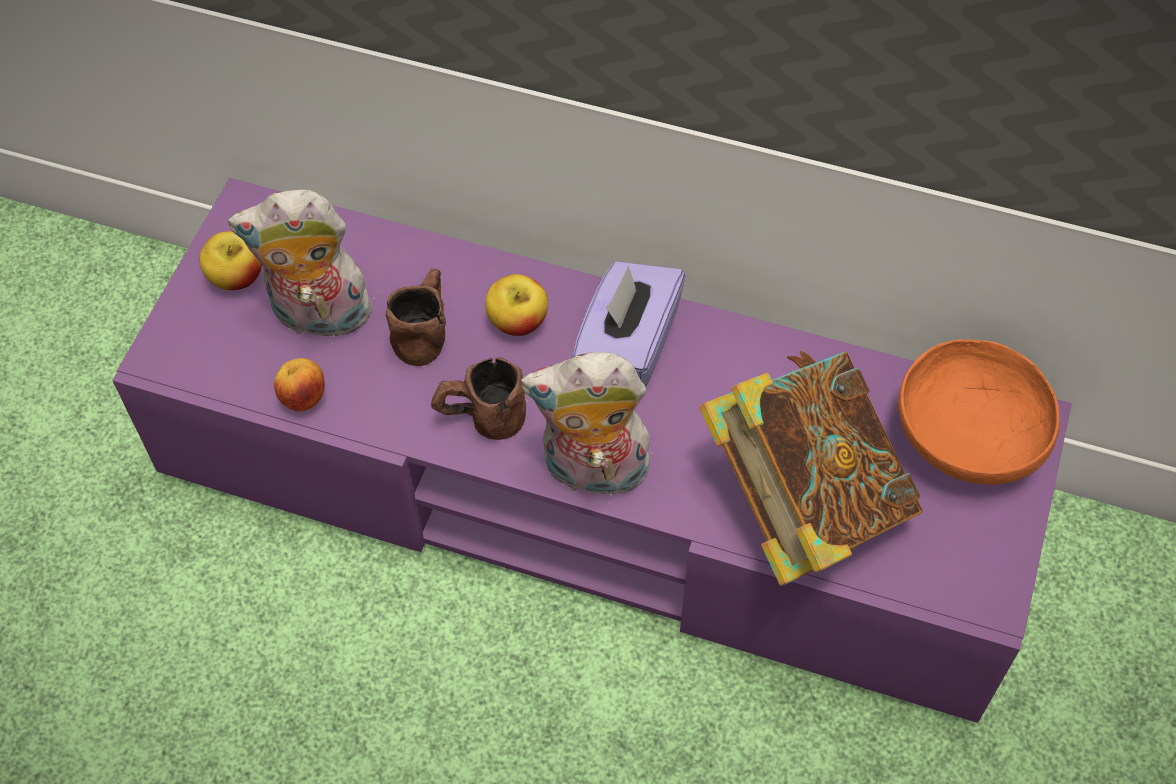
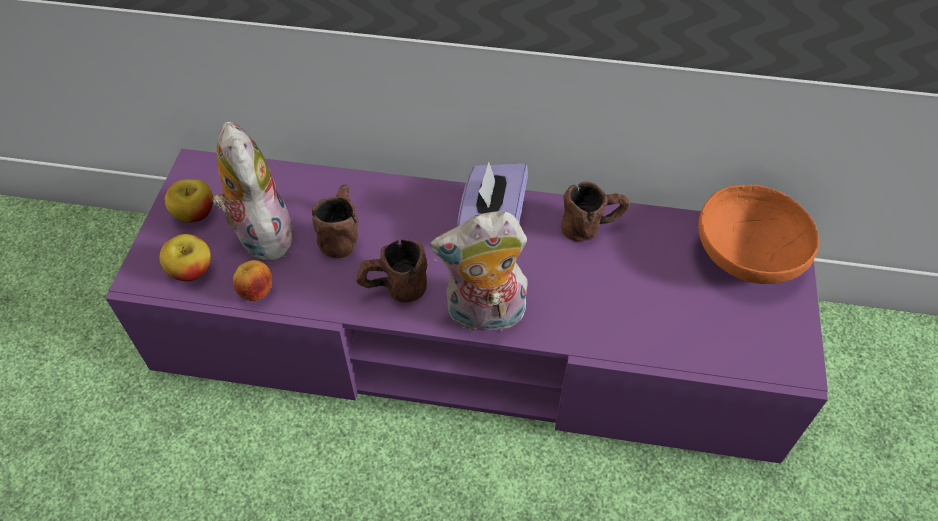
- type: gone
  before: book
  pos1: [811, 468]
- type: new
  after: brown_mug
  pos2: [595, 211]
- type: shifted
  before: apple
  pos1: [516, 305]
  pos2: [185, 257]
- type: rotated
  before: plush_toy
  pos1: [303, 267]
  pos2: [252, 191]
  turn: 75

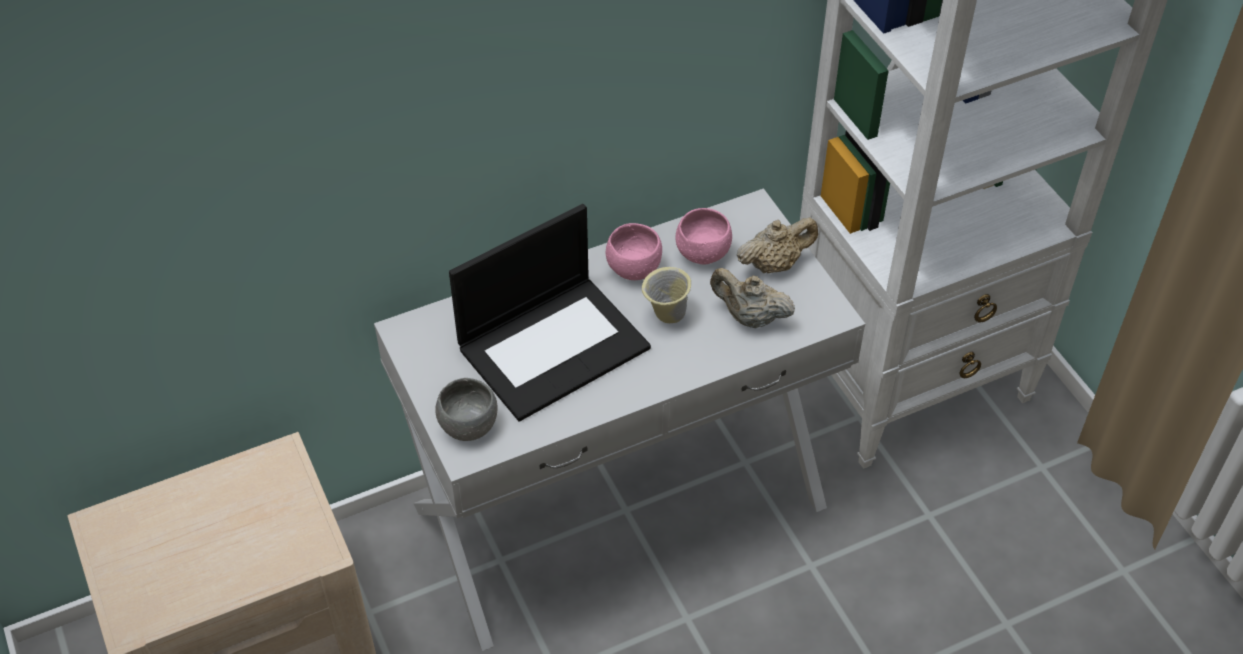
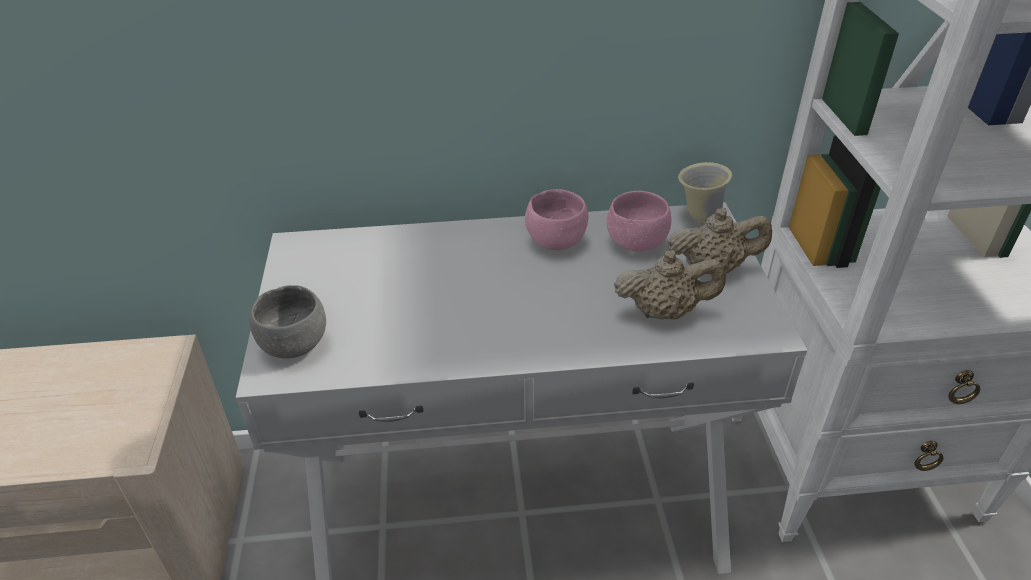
- type: gone
  before: laptop
  pos1: [550, 313]
- type: shifted
  before: beige_mug
  pos1: [666, 295]
  pos2: [705, 192]
- type: rotated
  before: beige_teapot
  pos1: [752, 298]
  pos2: [670, 285]
  turn: 135

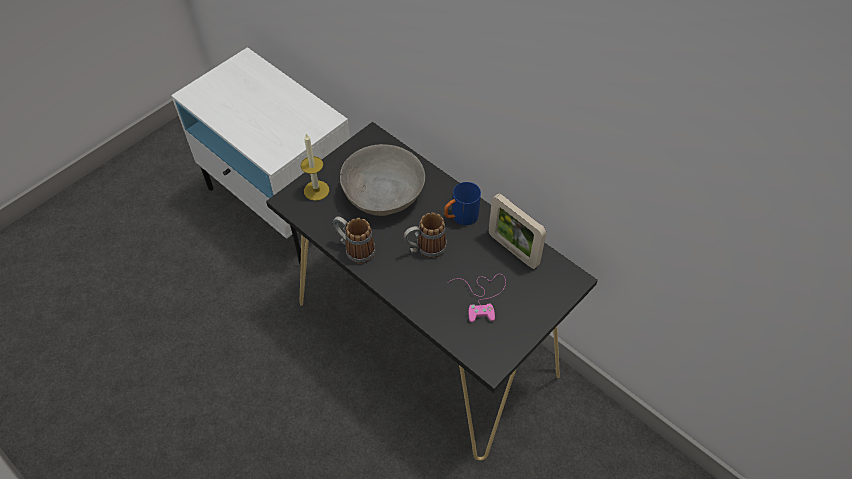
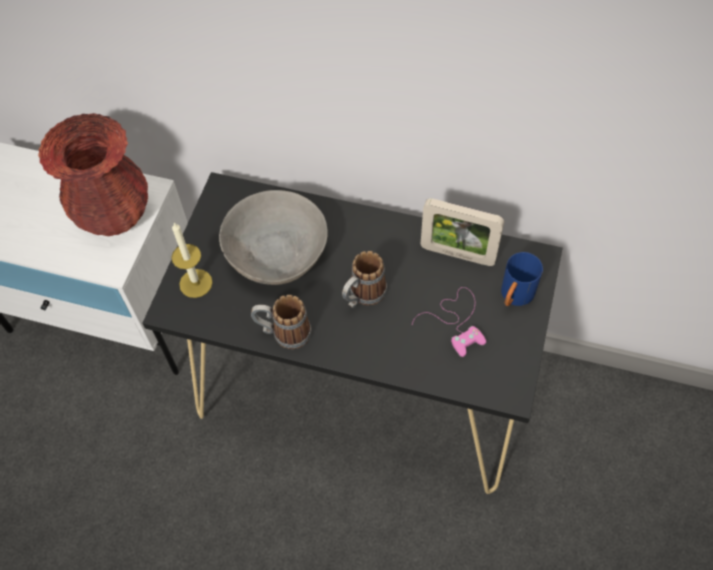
- type: new
  after: red_vase
  pos2: [93, 174]
- type: shifted
  before: blue_mug
  pos1: [462, 203]
  pos2: [522, 279]

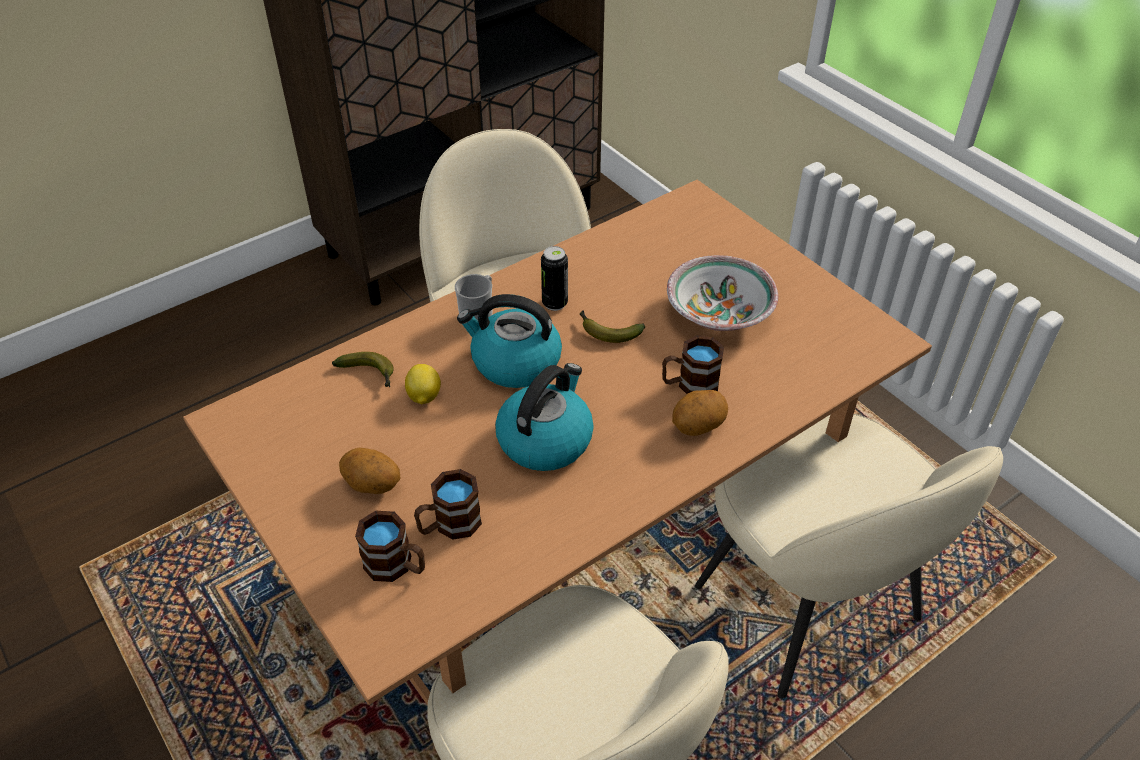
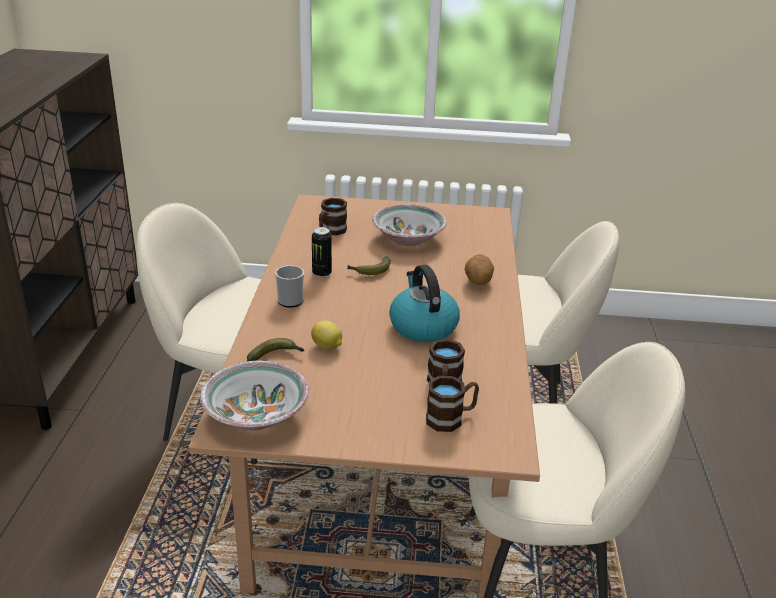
- type: gone
  before: potato
  pos1: [370, 471]
- type: gone
  before: kettle
  pos1: [509, 341]
- type: new
  after: bowl
  pos2: [254, 395]
- type: shifted
  before: brown_mug
  pos1: [693, 364]
  pos2: [333, 216]

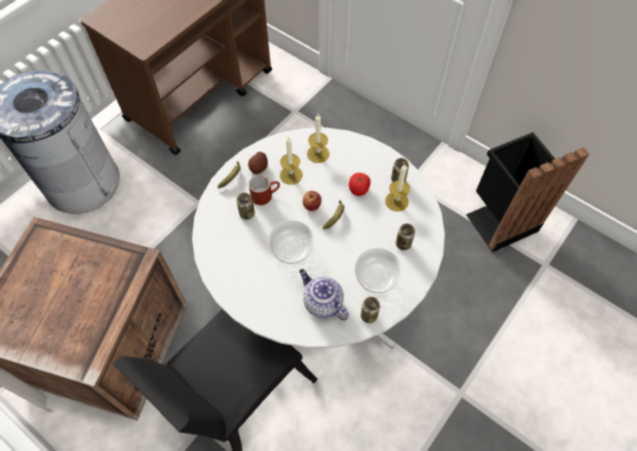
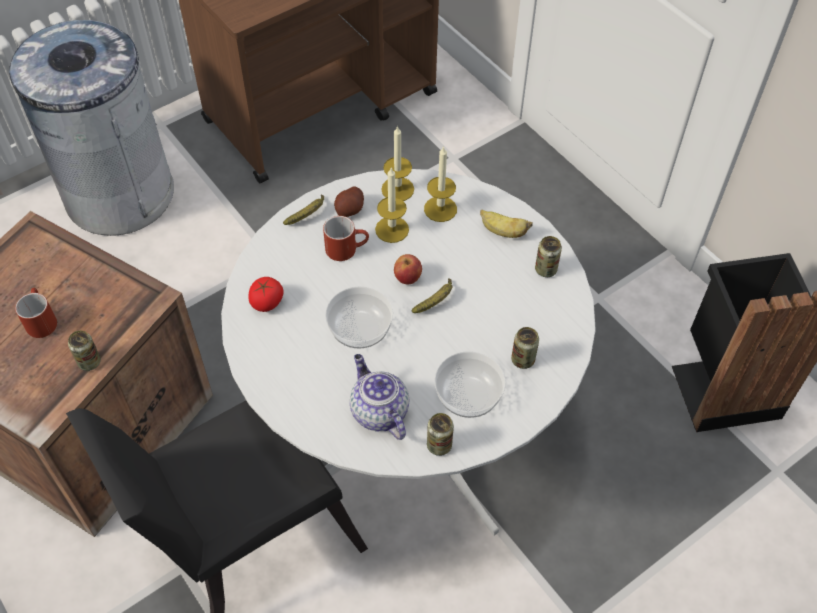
- type: new
  after: red_mug
  pos2: [36, 313]
- type: new
  after: banana
  pos2: [506, 224]
- type: shifted
  before: can
  pos1: [246, 206]
  pos2: [84, 350]
- type: shifted
  before: tomato
  pos1: [360, 184]
  pos2: [266, 294]
- type: shifted
  before: candle
  pos1: [397, 188]
  pos2: [397, 163]

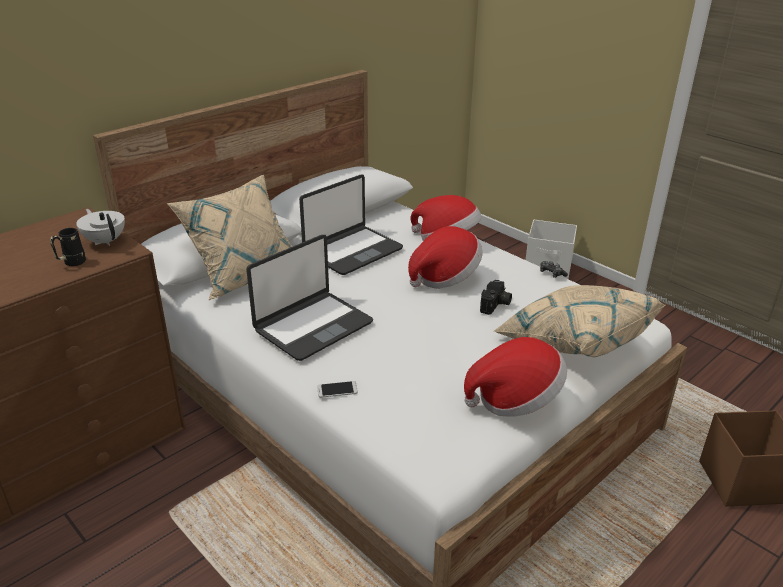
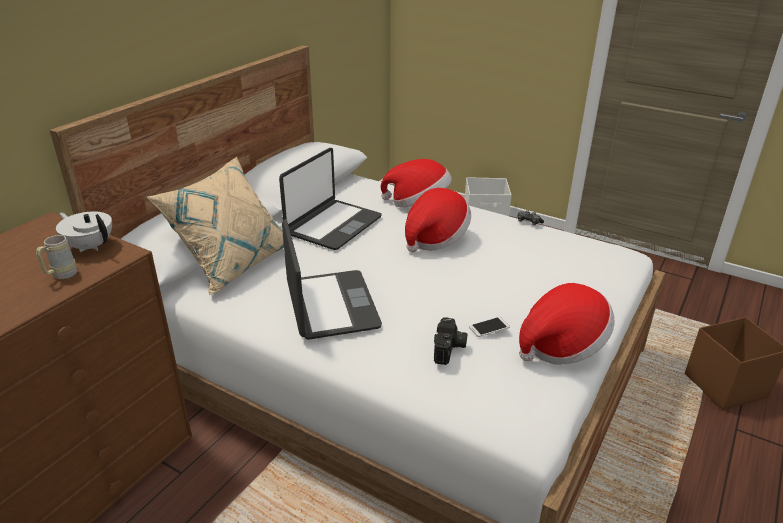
- type: gone
  before: beige_pillow
  pos1: [579, 321]
- type: shifted
  before: phone
  pos1: [337, 389]
  pos2: [489, 327]
- type: shifted
  before: photo_camera
  pos1: [496, 297]
  pos2: [450, 341]
- type: repainted
  before: black_mug
  after: beige_mug
  pos1: [68, 247]
  pos2: [56, 257]
- type: rotated
  before: laptop
  pos1: [309, 298]
  pos2: [332, 279]
  turn: -45

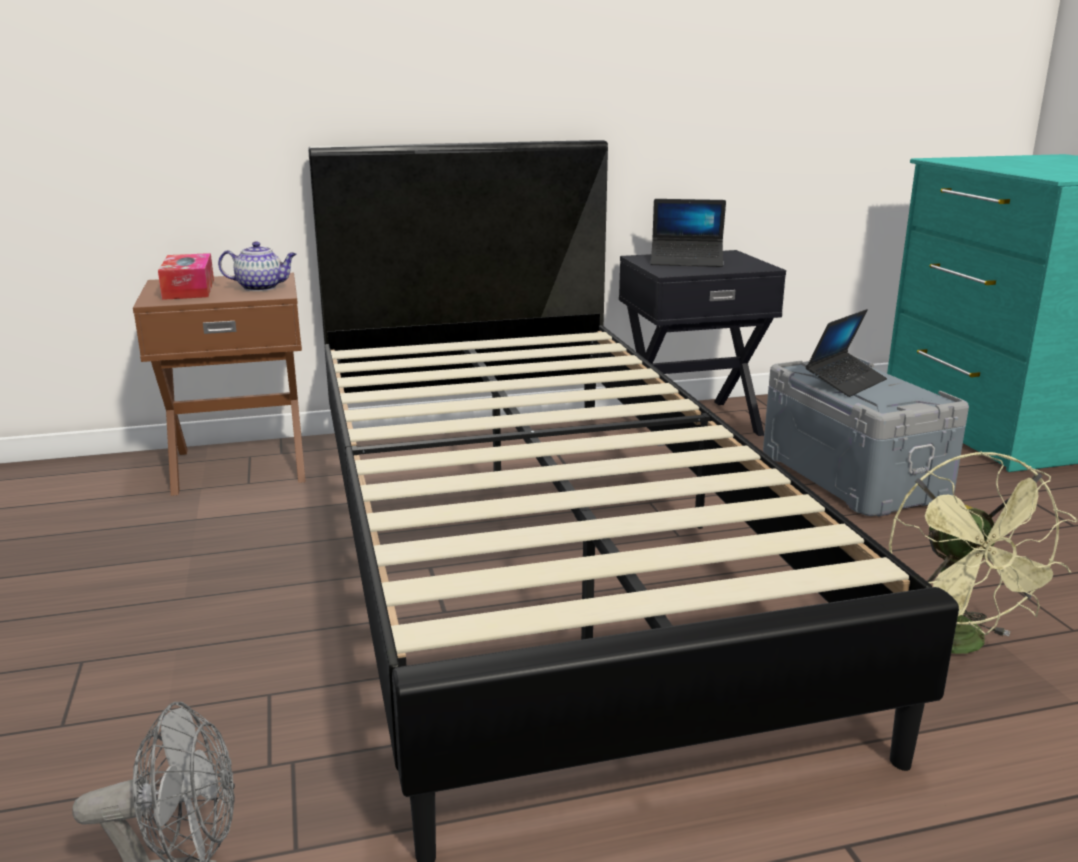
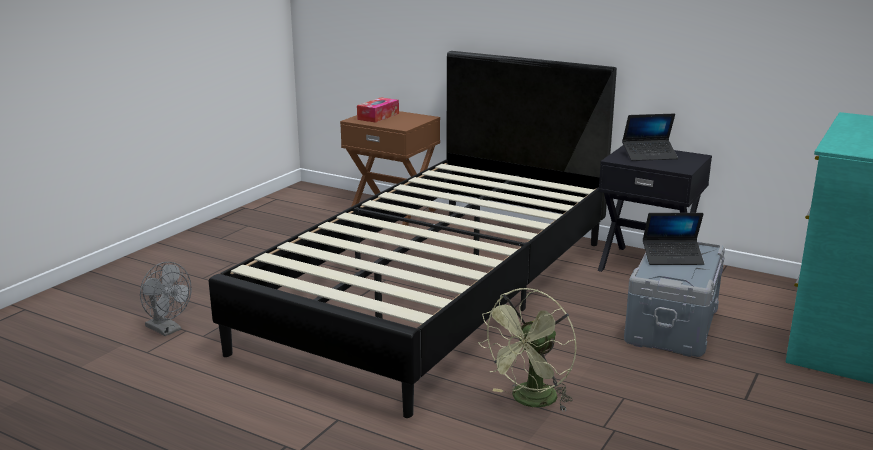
- type: gone
  before: teapot
  pos1: [257, 266]
- type: rotated
  before: laptop
  pos1: [688, 233]
  pos2: [650, 137]
  turn: -60

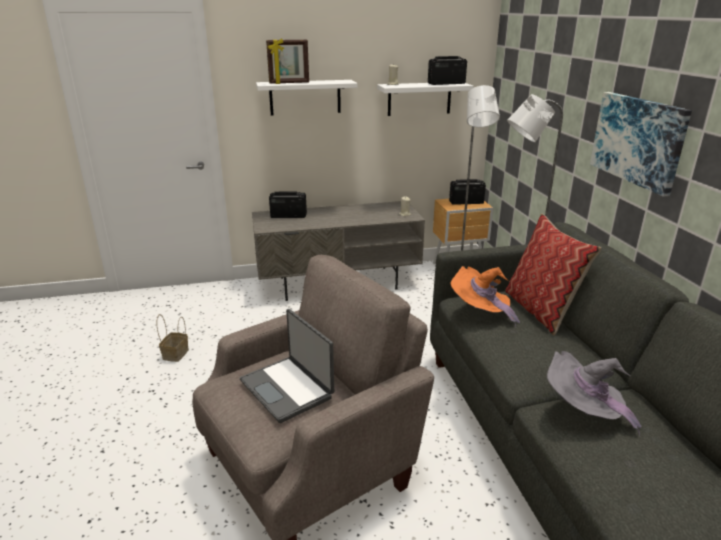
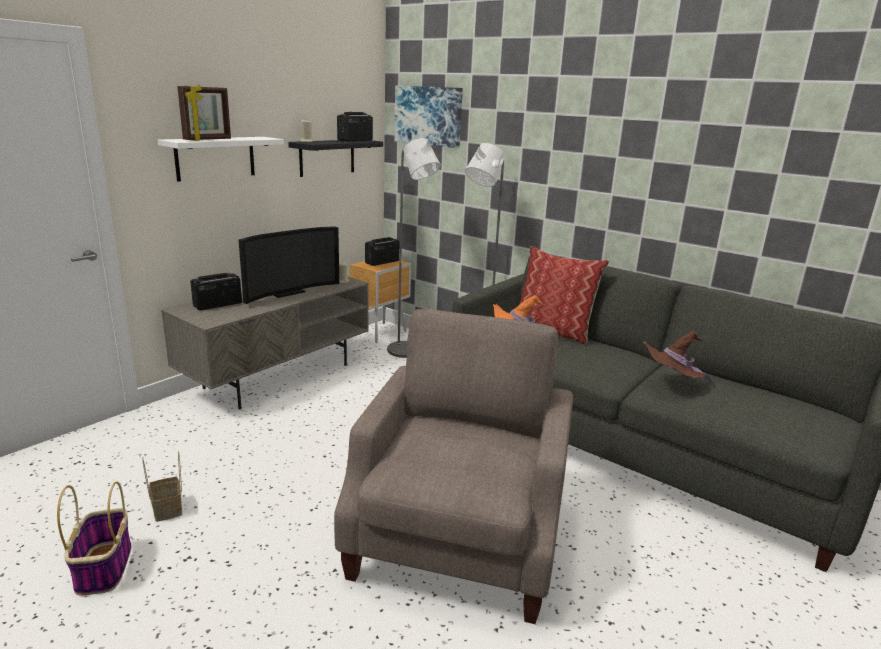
- type: gone
  before: laptop
  pos1: [287, 366]
- type: new
  after: basket
  pos2: [94, 538]
- type: new
  after: television
  pos2: [289, 265]
- type: shifted
  before: picture
  pos1: [641, 144]
  pos2: [428, 116]
- type: repainted
  before: white_shelf
  after: black_shelf
  pos1: [425, 99]
  pos2: [335, 158]
- type: repainted
  before: grey_hat
  after: brown_hat
  pos1: [594, 393]
  pos2: [679, 358]

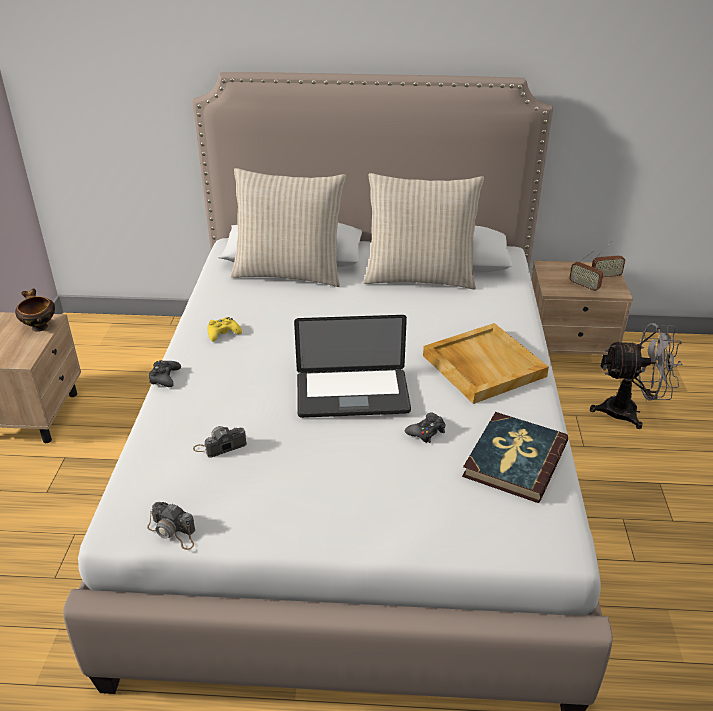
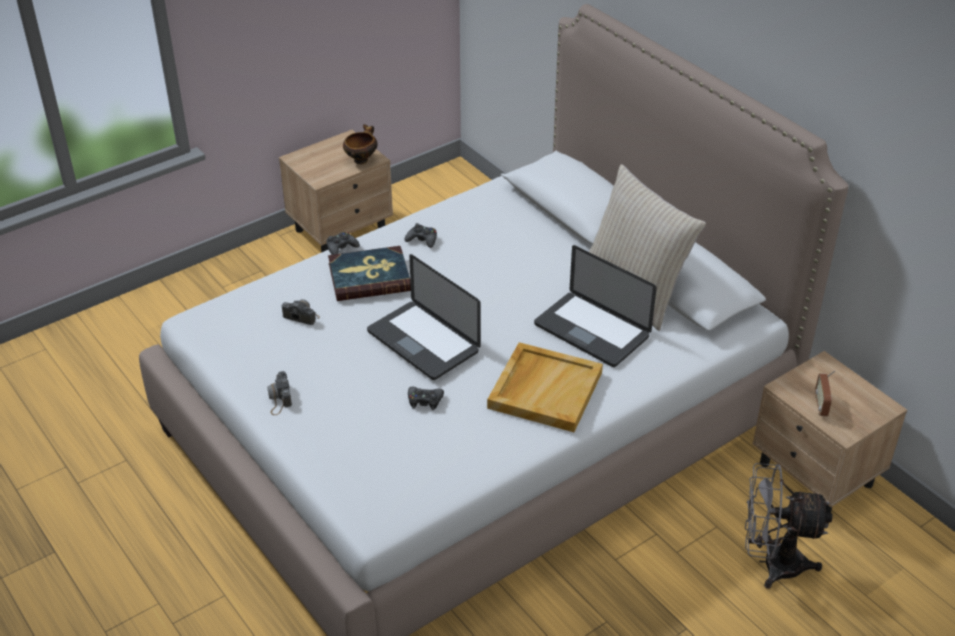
- type: gone
  before: beige_pillow
  pos1: [288, 227]
- type: gone
  before: radio
  pos1: [609, 259]
- type: new
  after: laptop
  pos2: [595, 306]
- type: shifted
  before: photo_camera
  pos1: [171, 526]
  pos2: [279, 393]
- type: shifted
  before: book
  pos1: [515, 457]
  pos2: [369, 273]
- type: repainted
  before: yellow_game_controller
  after: black_game_controller
  pos1: [224, 329]
  pos2: [421, 235]
- type: rotated
  before: grey_fan
  pos1: [636, 376]
  pos2: [789, 526]
  turn: 135

